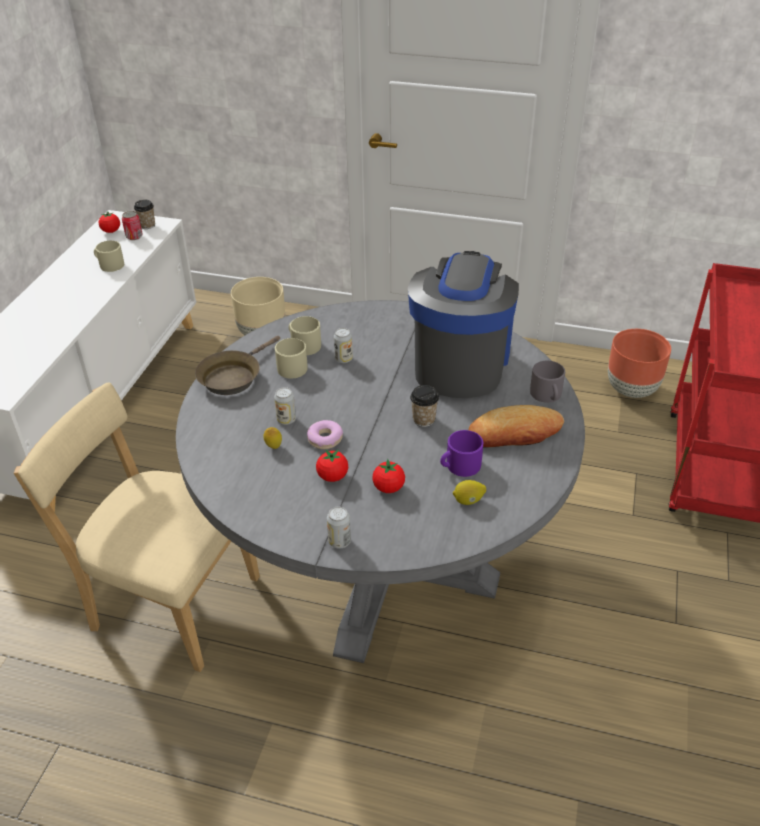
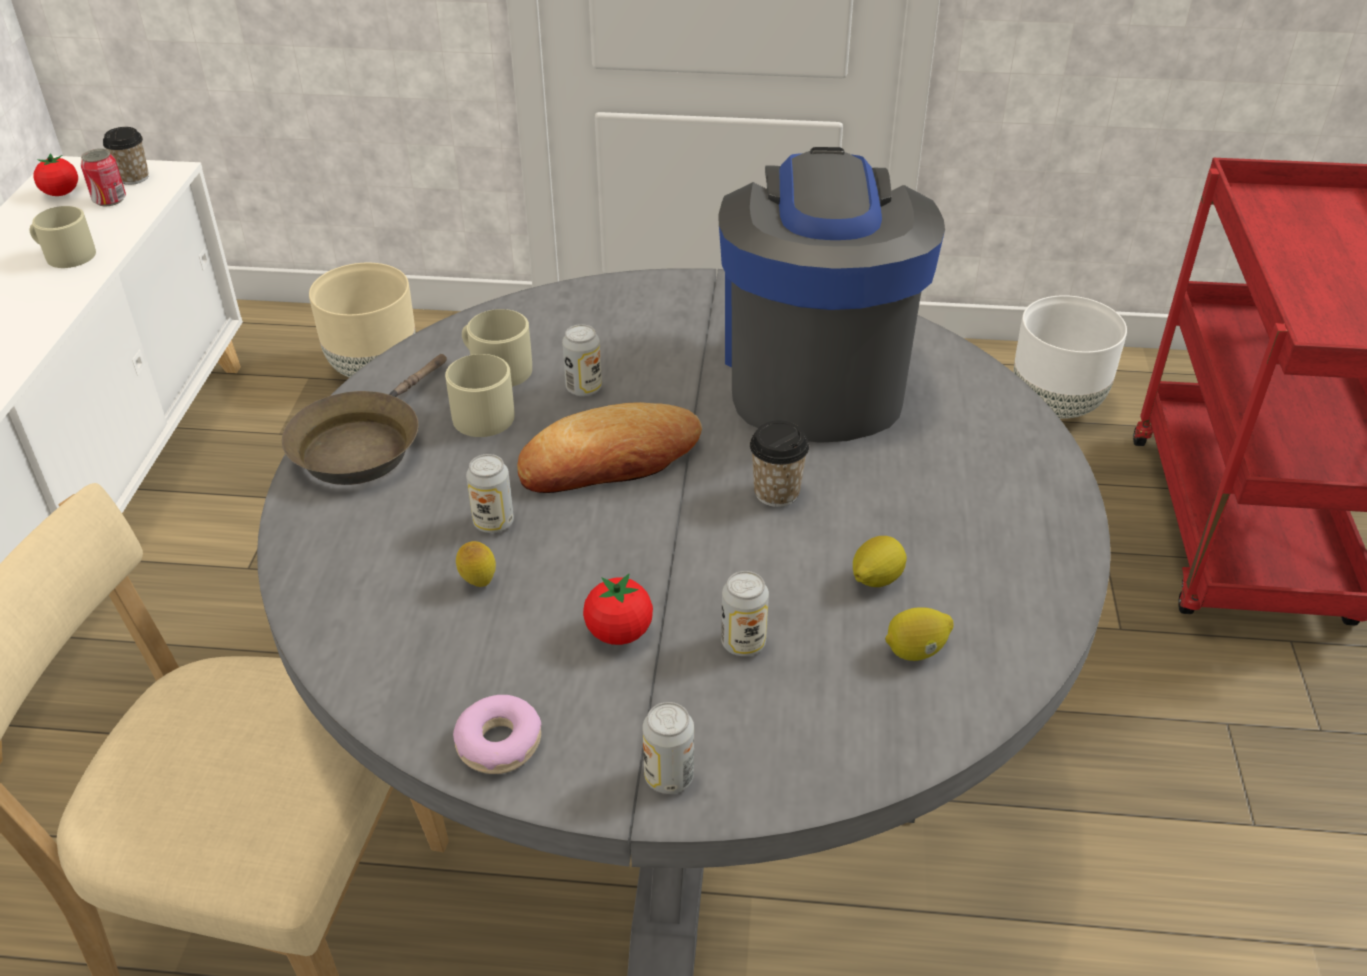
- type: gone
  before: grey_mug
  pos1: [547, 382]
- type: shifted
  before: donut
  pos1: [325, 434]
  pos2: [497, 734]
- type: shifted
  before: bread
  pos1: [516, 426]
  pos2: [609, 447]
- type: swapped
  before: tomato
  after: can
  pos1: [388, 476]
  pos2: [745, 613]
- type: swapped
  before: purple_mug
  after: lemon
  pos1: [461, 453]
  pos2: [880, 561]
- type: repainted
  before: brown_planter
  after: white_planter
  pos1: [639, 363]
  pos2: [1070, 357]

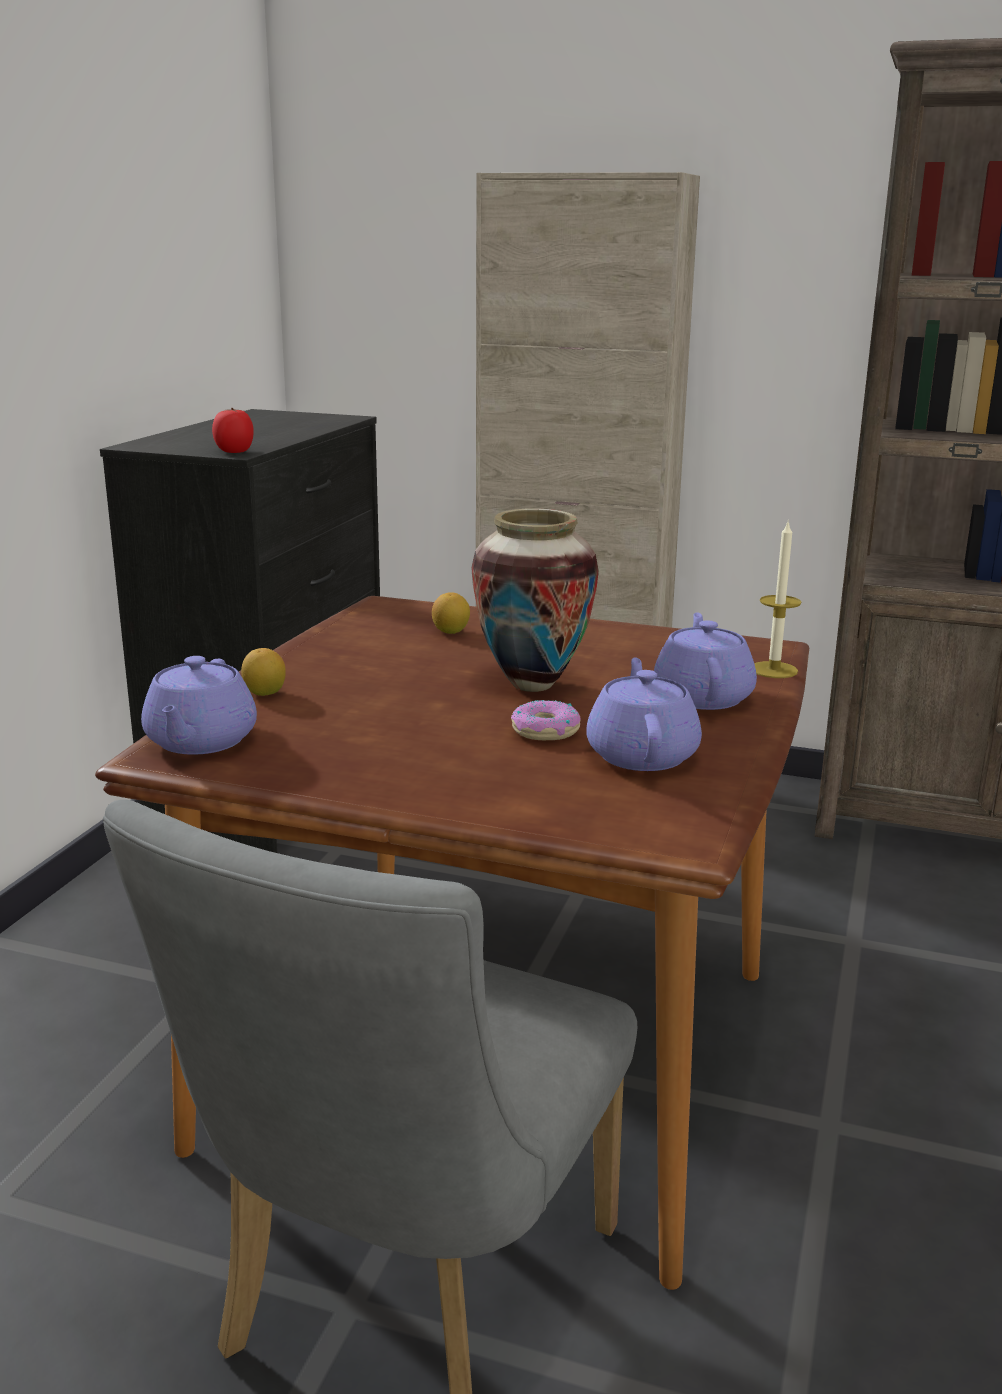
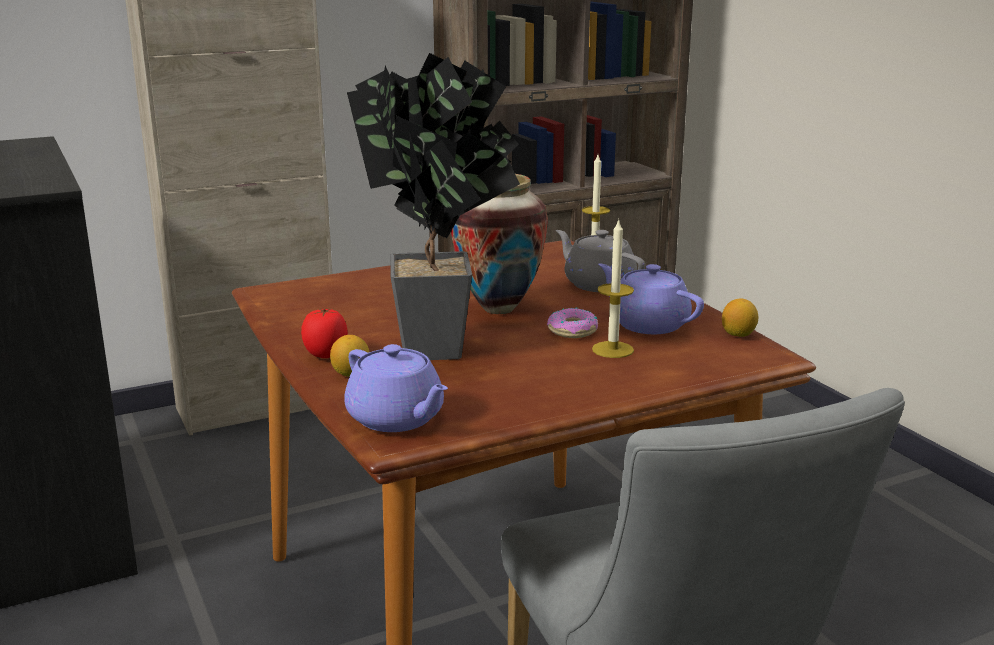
- type: new
  after: potted_plant
  pos2: [433, 206]
- type: new
  after: candle
  pos2: [613, 288]
- type: shifted
  before: tomato
  pos1: [233, 430]
  pos2: [324, 333]
- type: shifted
  before: lemon
  pos1: [451, 613]
  pos2: [740, 317]
- type: repainted
  before: purple_teapot
  after: grey_teapot
  pos1: [705, 661]
  pos2: [600, 261]

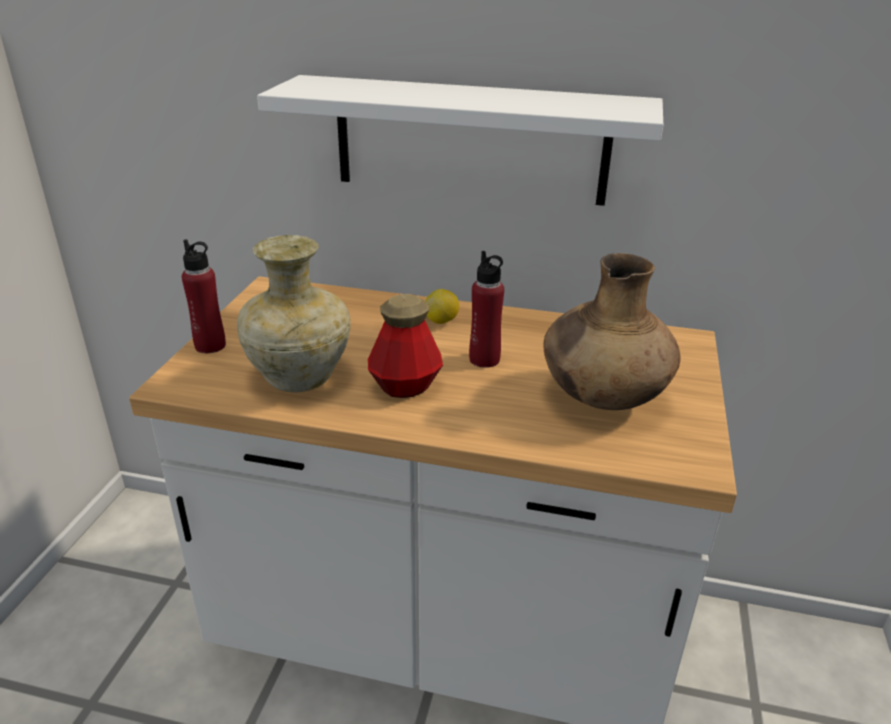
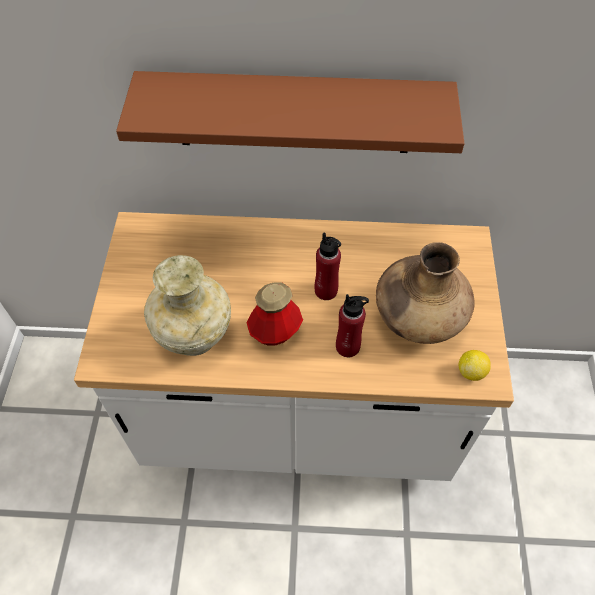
- type: shifted
  before: red_bottle
  pos1: [204, 296]
  pos2: [352, 325]
- type: shifted
  before: lemon
  pos1: [442, 306]
  pos2: [474, 365]
- type: repainted
  before: white_shelf
  after: brown_shelf
  pos1: [460, 140]
  pos2: [290, 112]

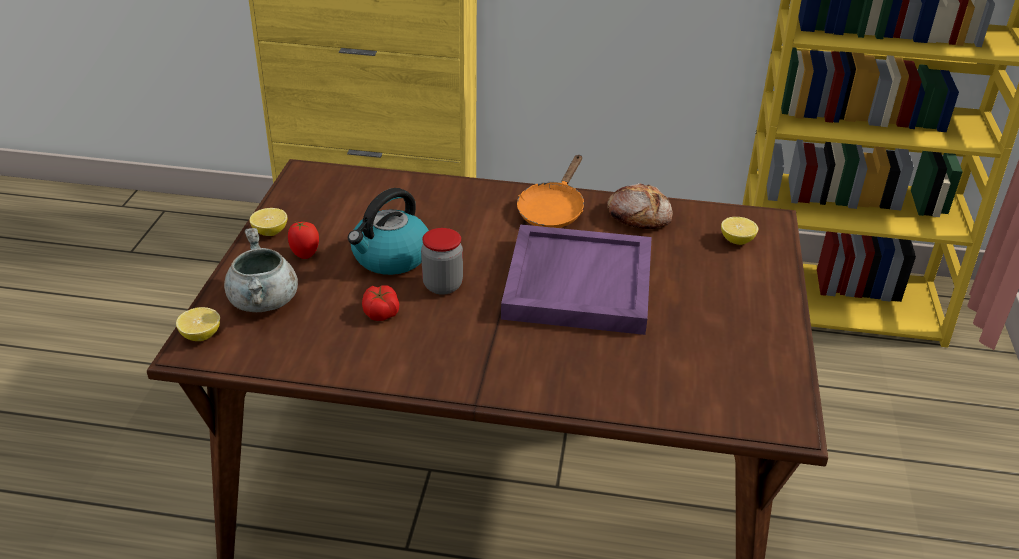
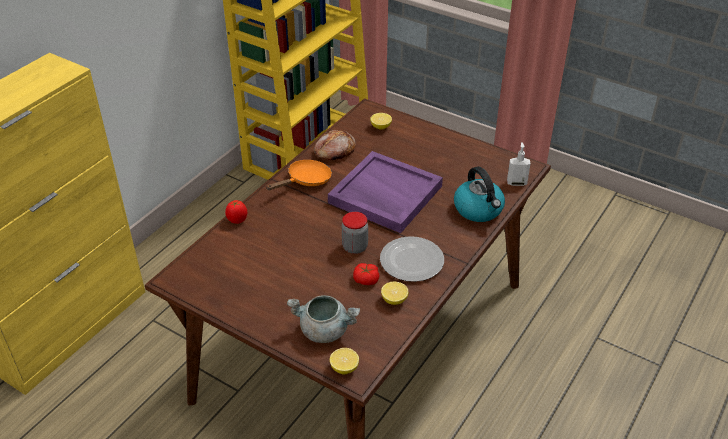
- type: new
  after: plate
  pos2: [412, 259]
- type: new
  after: soap_dispenser
  pos2: [519, 164]
- type: shifted
  before: lemon
  pos1: [268, 222]
  pos2: [394, 293]
- type: shifted
  before: tomato
  pos1: [303, 240]
  pos2: [236, 212]
- type: shifted
  before: kettle
  pos1: [388, 231]
  pos2: [479, 194]
- type: rotated
  before: orange_frying_pan
  pos1: [550, 191]
  pos2: [299, 175]
  turn: -90

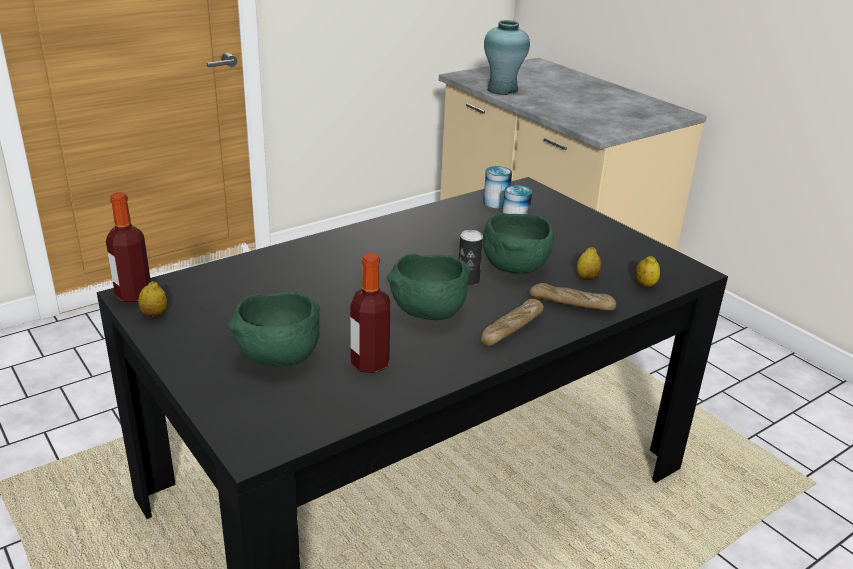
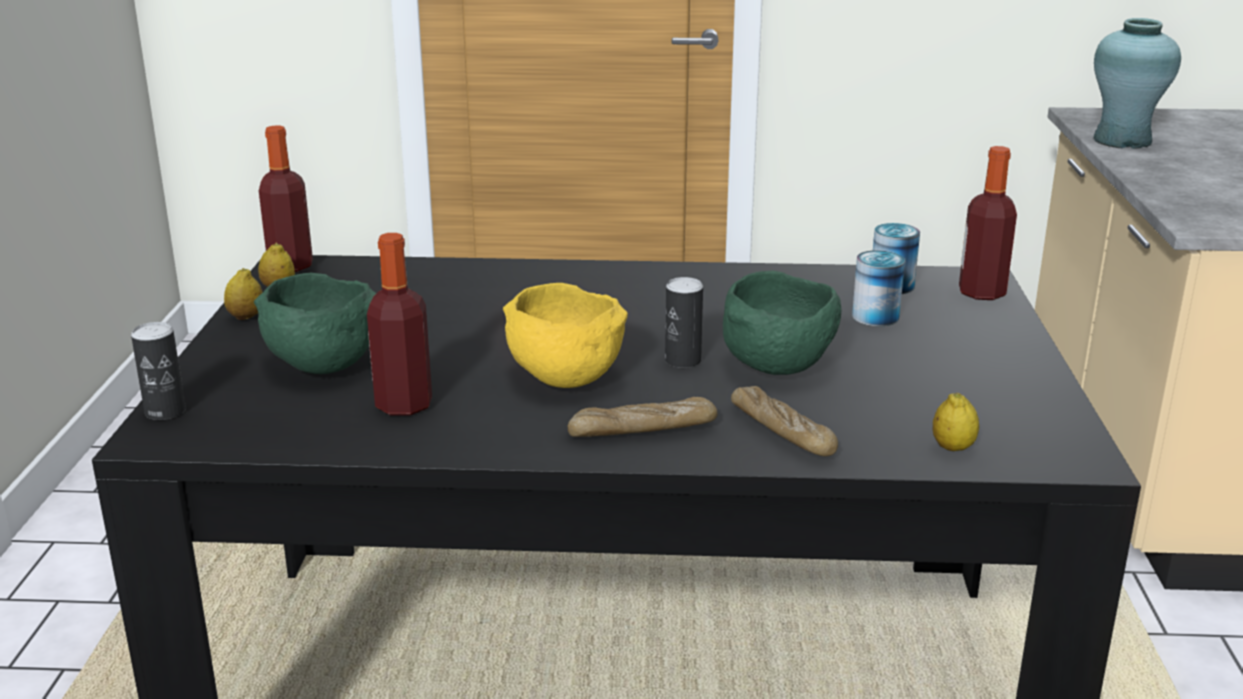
- type: new
  after: can
  pos2: [158, 371]
- type: new
  after: bottle
  pos2: [988, 223]
- type: shifted
  before: lemon
  pos1: [589, 264]
  pos2: [243, 294]
- type: repainted
  before: green_bowl
  after: yellow_bowl
  pos1: [428, 287]
  pos2: [565, 335]

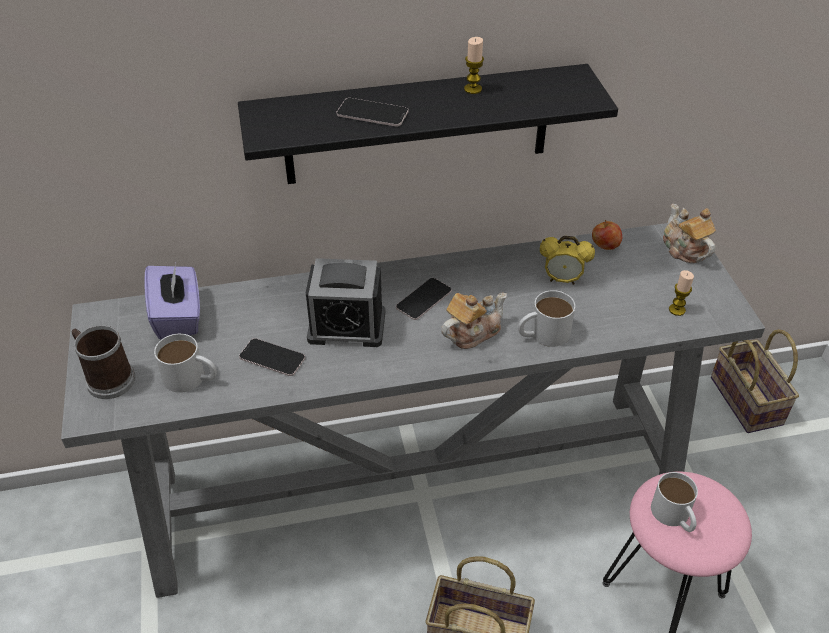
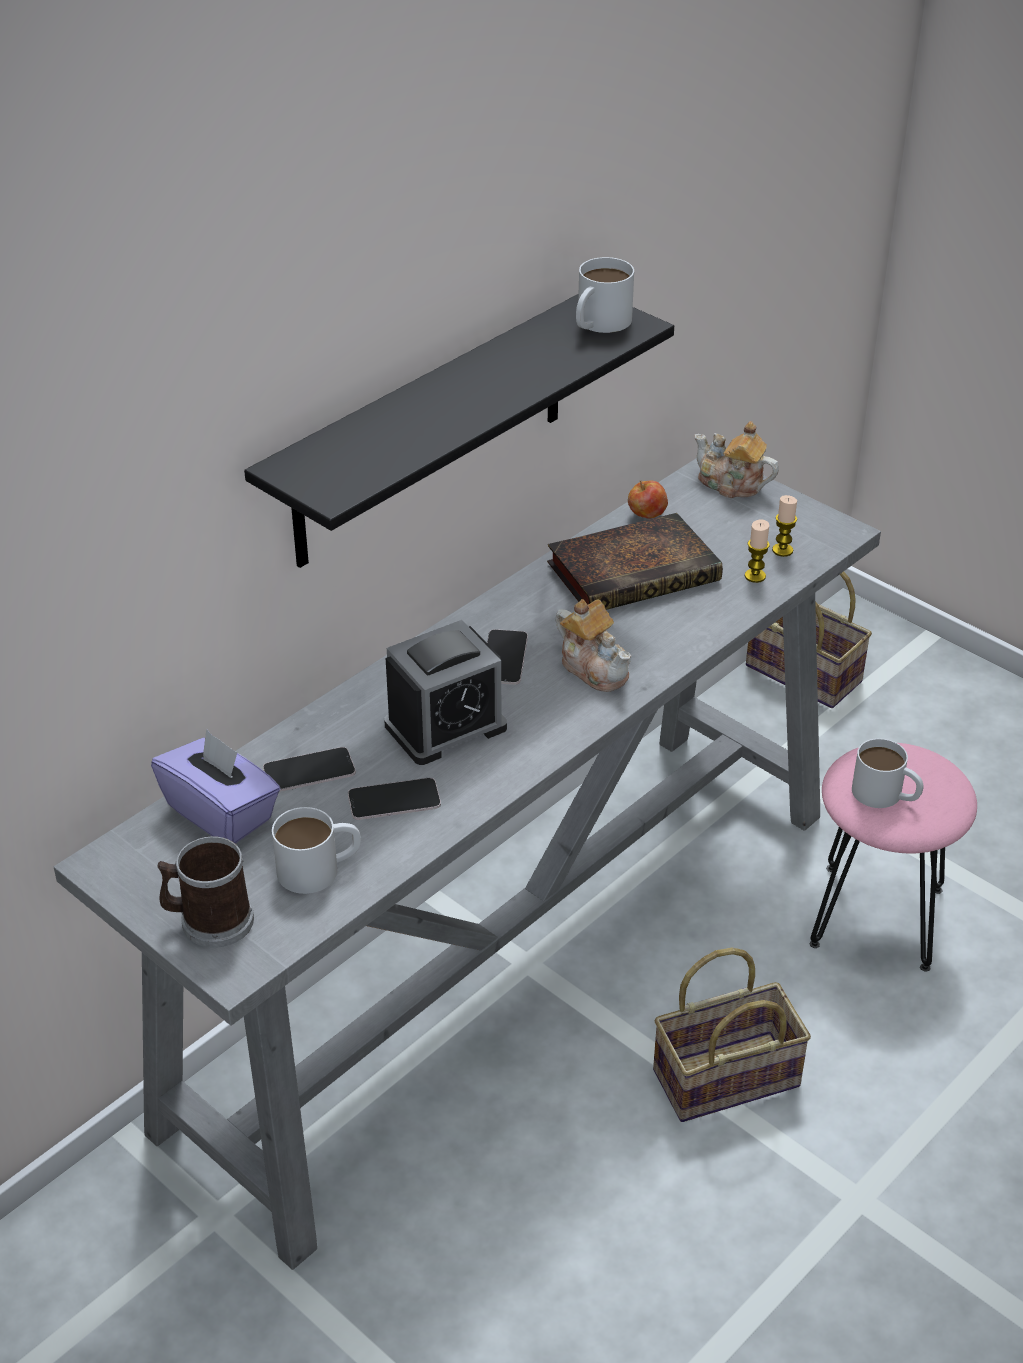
- type: shifted
  before: phone
  pos1: [372, 112]
  pos2: [309, 769]
- type: shifted
  before: candle
  pos1: [474, 65]
  pos2: [757, 551]
- type: shifted
  before: white_mug
  pos1: [546, 318]
  pos2: [605, 295]
- type: swapped
  before: alarm_clock
  after: book
  pos1: [567, 260]
  pos2: [635, 561]
- type: rotated
  before: teapot
  pos1: [474, 320]
  pos2: [593, 645]
  turn: 120

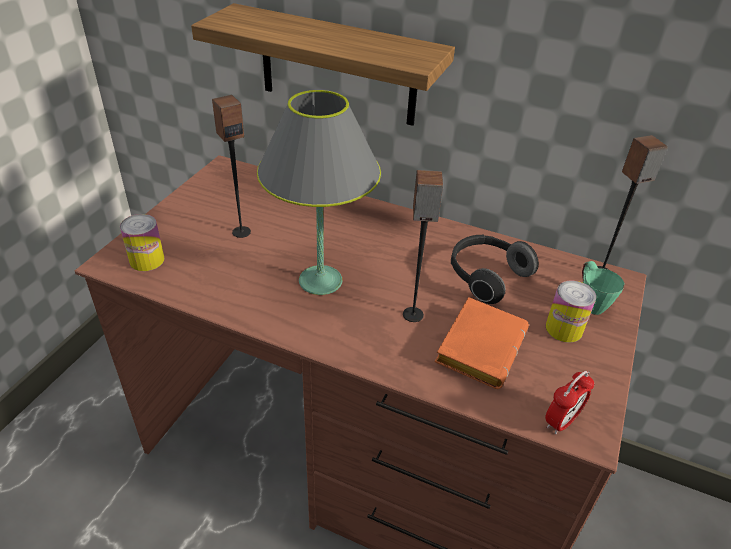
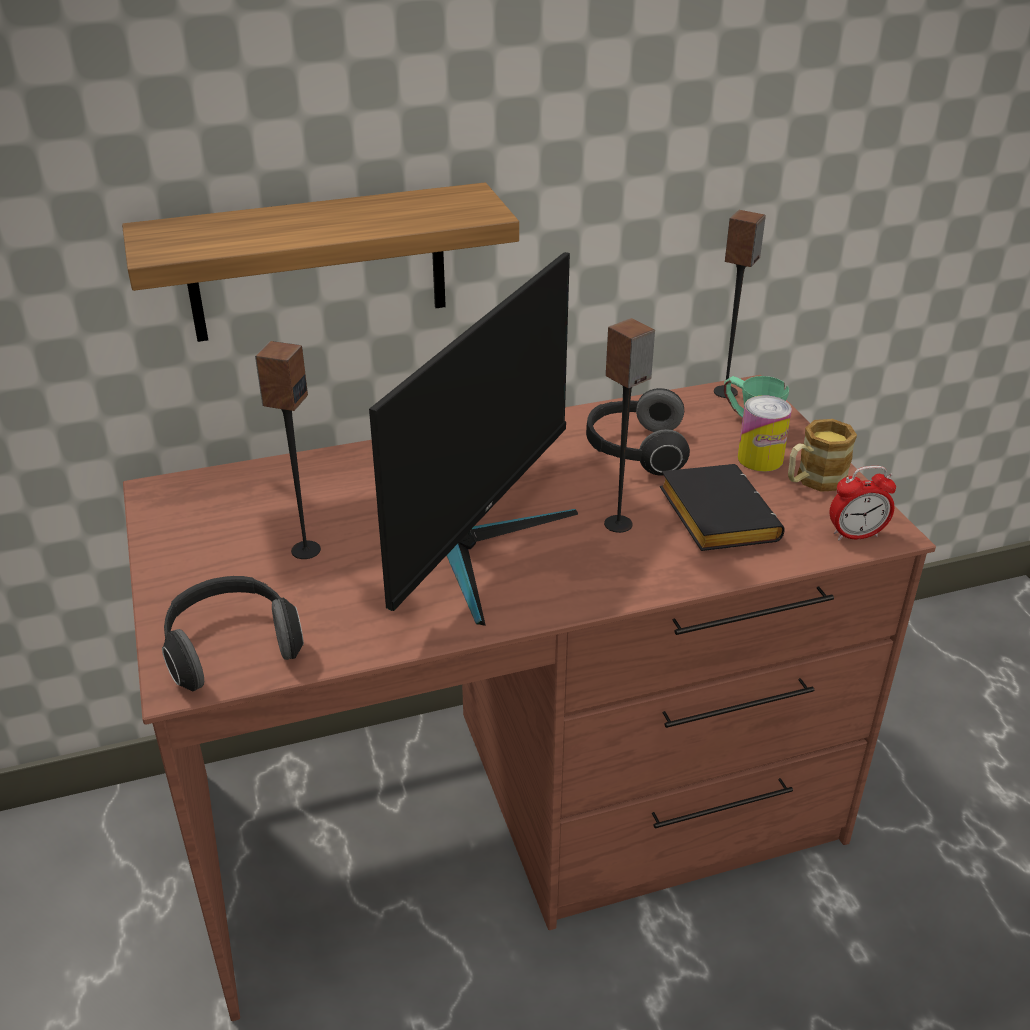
- type: new
  after: mug
  pos2: [822, 455]
- type: swapped
  before: can
  after: headphones
  pos1: [142, 242]
  pos2: [233, 633]
- type: swapped
  before: grey_table_lamp
  after: monitor
  pos1: [319, 192]
  pos2: [473, 439]
- type: repainted
  before: orange_book
  after: black_book
  pos1: [482, 343]
  pos2: [722, 507]
- type: rotated
  before: alarm_clock
  pos1: [569, 403]
  pos2: [863, 503]
  turn: 75

